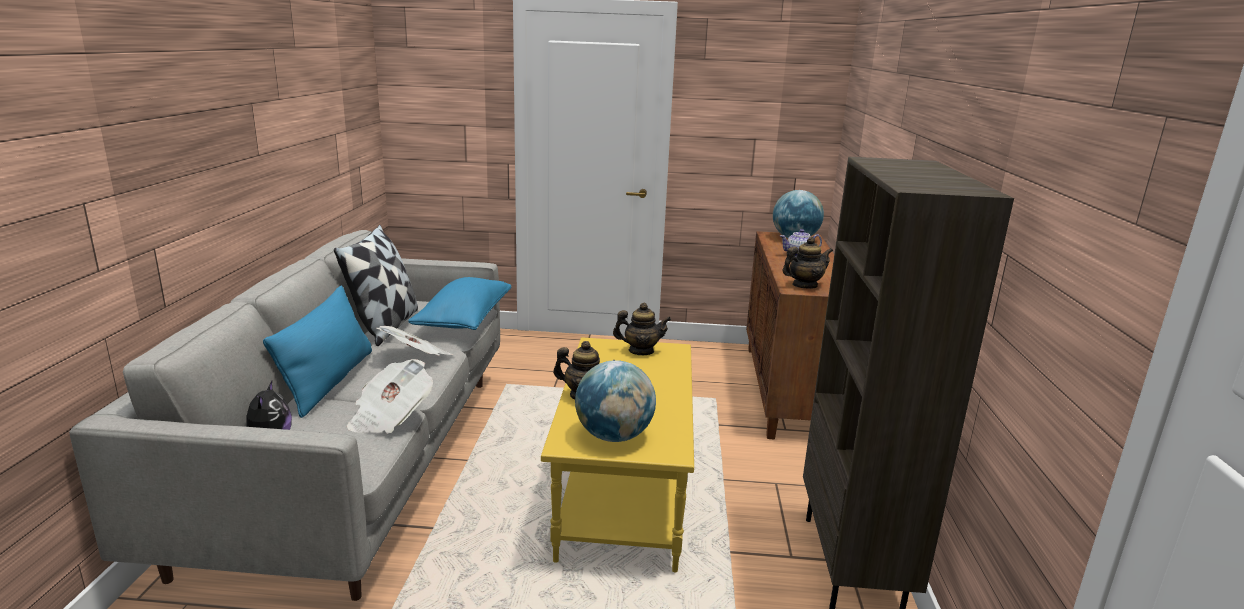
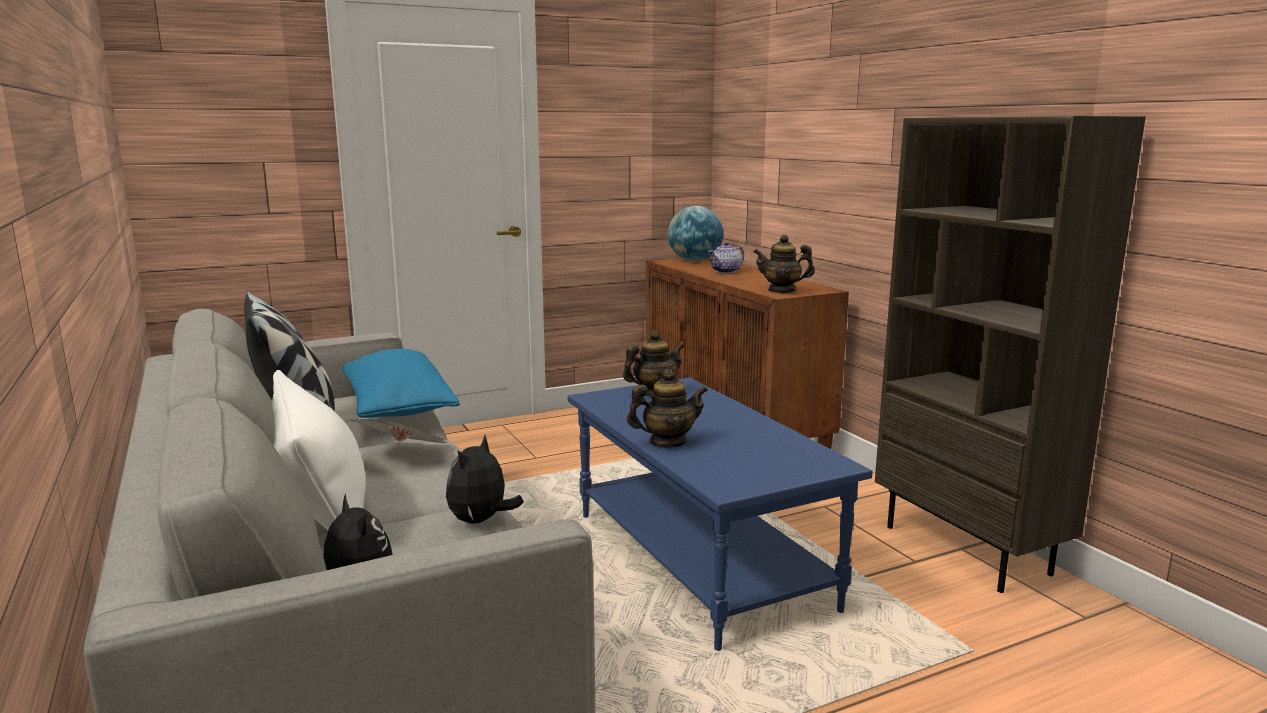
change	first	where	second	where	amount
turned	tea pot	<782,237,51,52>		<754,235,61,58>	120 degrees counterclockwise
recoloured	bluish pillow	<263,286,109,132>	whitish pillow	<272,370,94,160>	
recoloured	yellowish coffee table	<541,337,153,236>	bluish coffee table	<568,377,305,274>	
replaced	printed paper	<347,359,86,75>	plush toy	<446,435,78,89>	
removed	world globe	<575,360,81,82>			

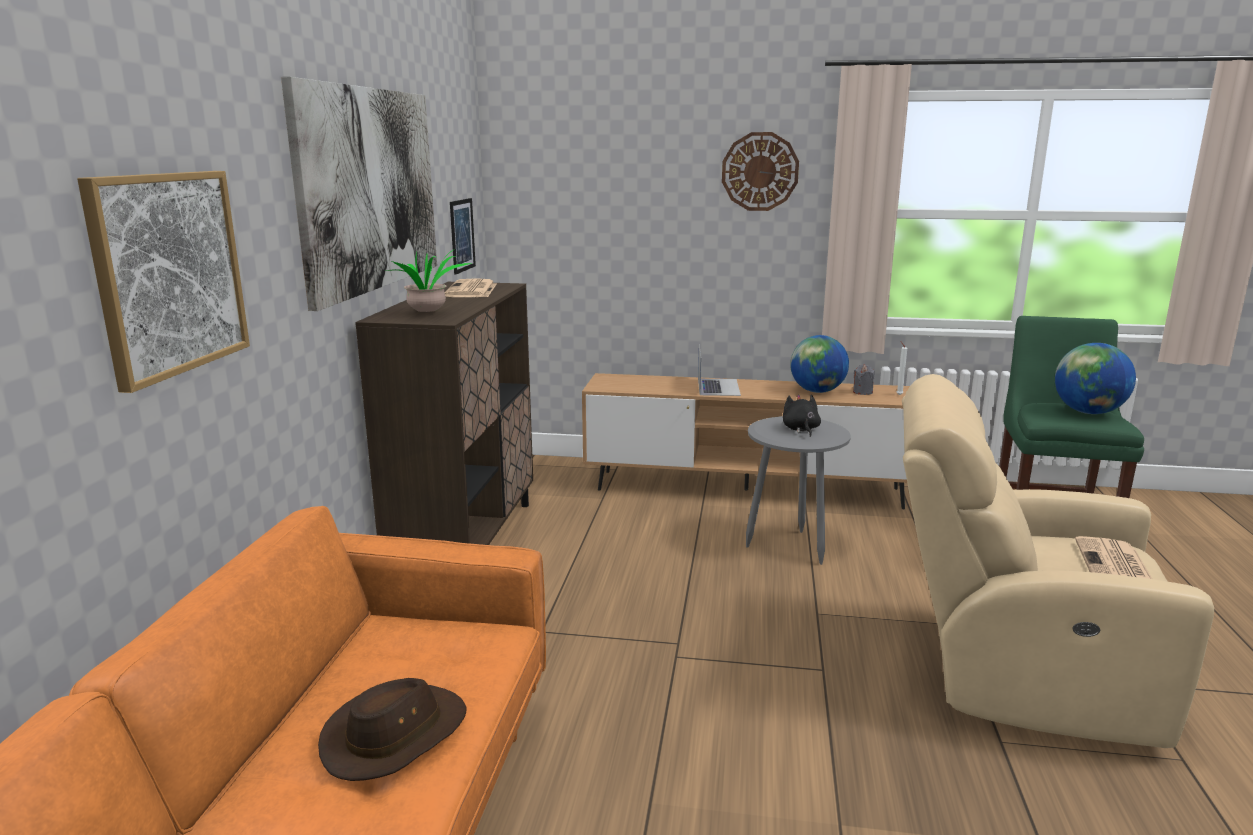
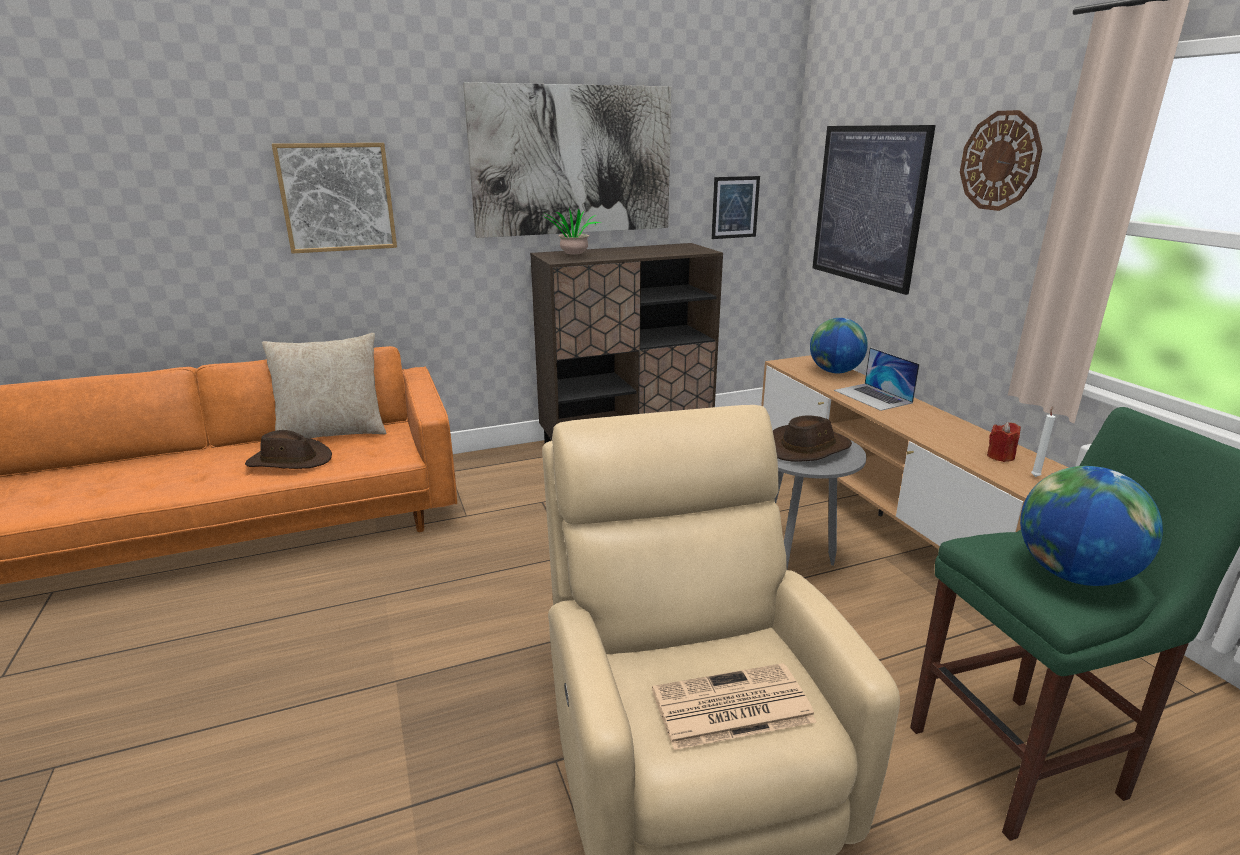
change	first	where	second	where	amount
removed	printed paper	<445,278,52,19>			
moved	world globe	<790,335,59,58>		<810,318,58,55>	
turned	laptop	<698,344,43,52>		<834,347,86,64>	90 degrees clockwise
recoloured	greyish wax light	<853,365,22,30>	red-coloured wax light	<987,422,34,40>	
replaced	black plush toy	<783,395,38,42>	brownish hat	<773,415,79,46>	
added			picture	<813,125,123,170>	
added			beige-coloured pillow	<262,333,124,105>	

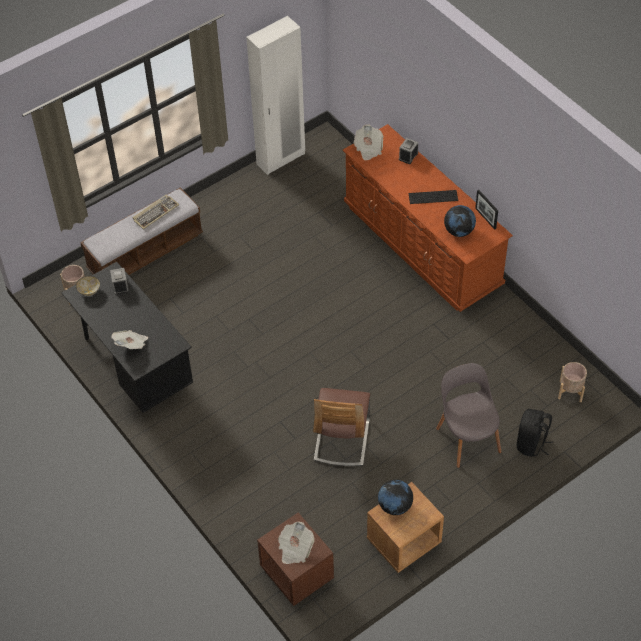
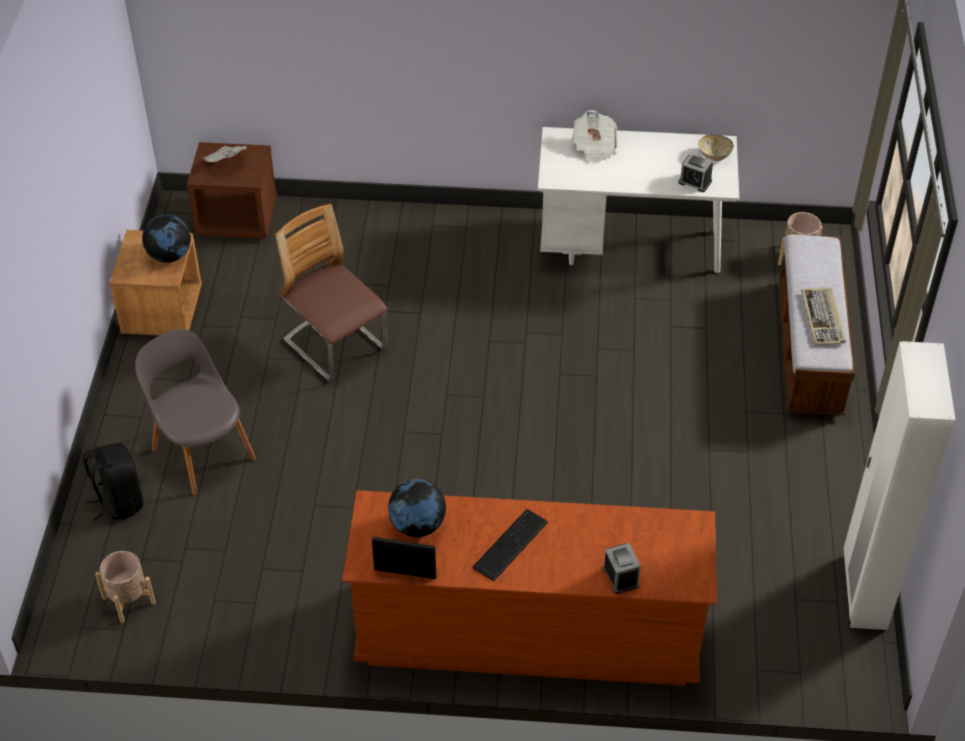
change	first	where	second	where	amount
removed	printed paper	<353,124,30,37>			
recoloured	black desk table	<61,262,132,151>	whitish desk table	<538,127,201,146>	
turned	greyish chair	<436,363,65,105>		<135,329,121,167>	150 degrees counterclockwise

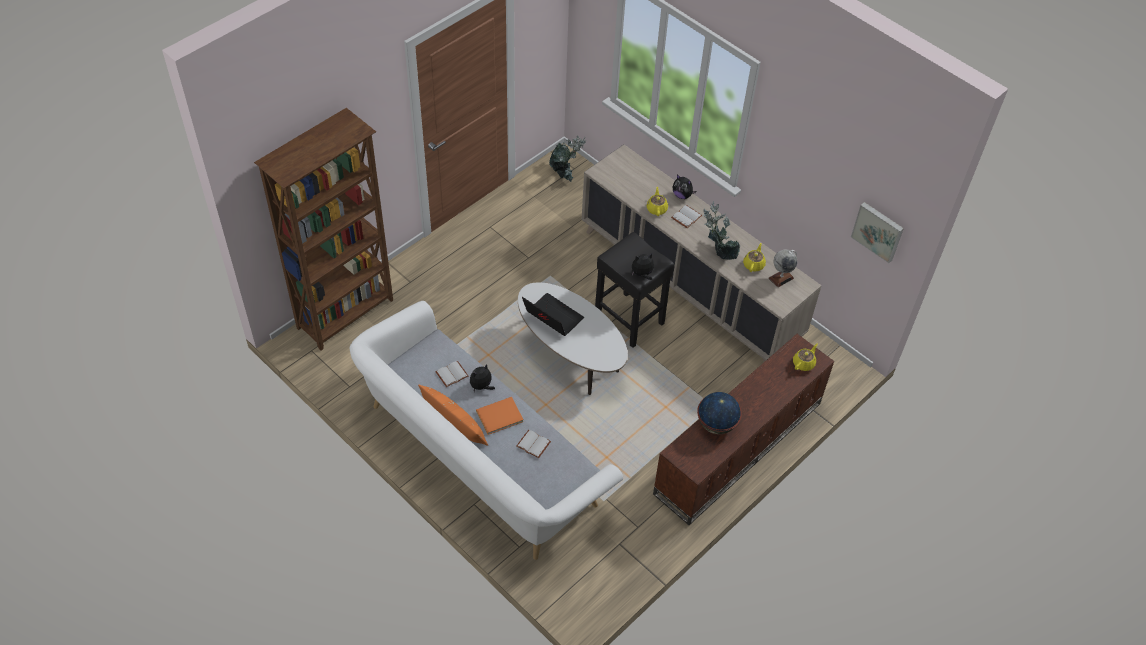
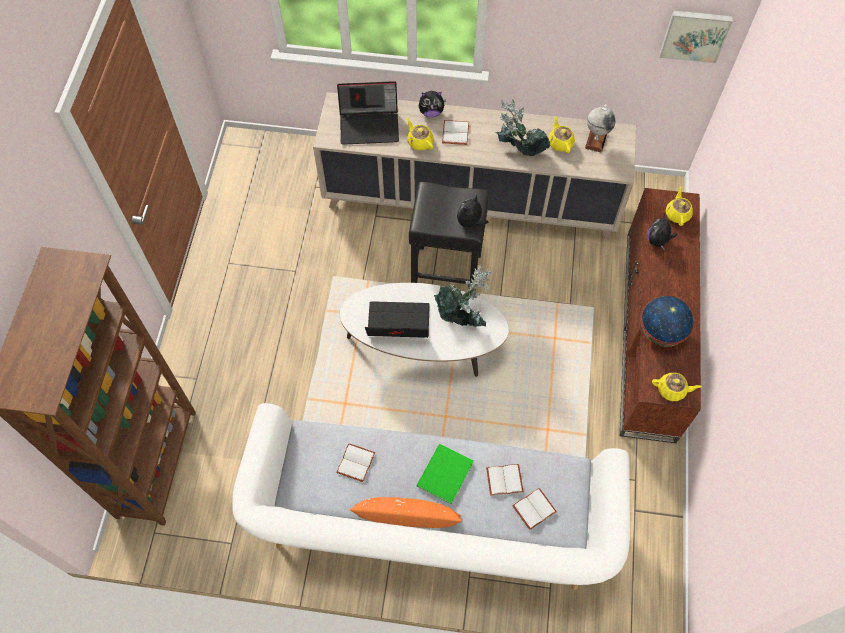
change	first	where	second	where	amount
moved	potted plant	<549,136,37,46>		<434,265,58,62>	
moved	plush toy	<470,364,25,29>		<647,214,30,36>	
recoloured	orange book	<476,397,48,38>	green book	<416,444,57,60>	
added			laptop	<337,81,62,64>	
added			yellowish tea pot	<652,373,50,28>	
added			whitish book	<512,488,45,42>	

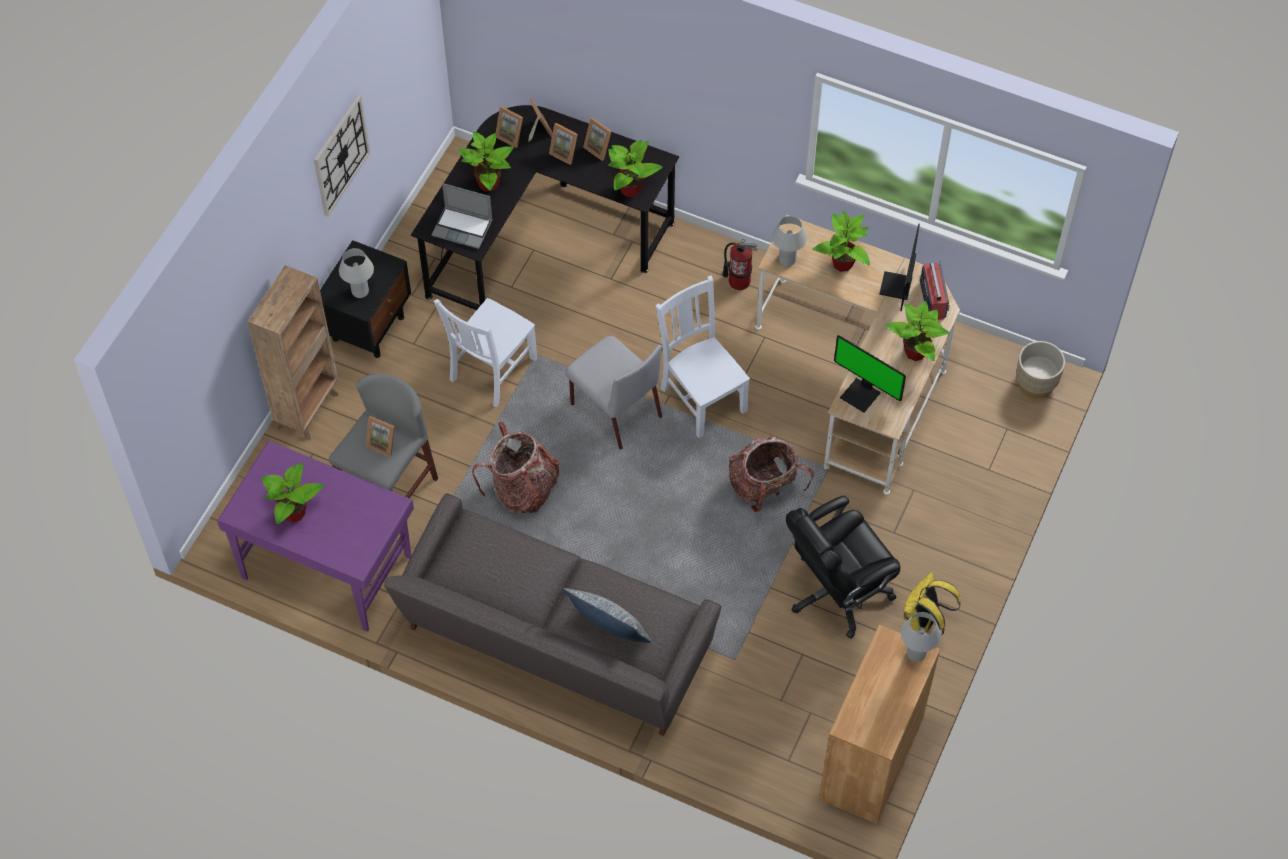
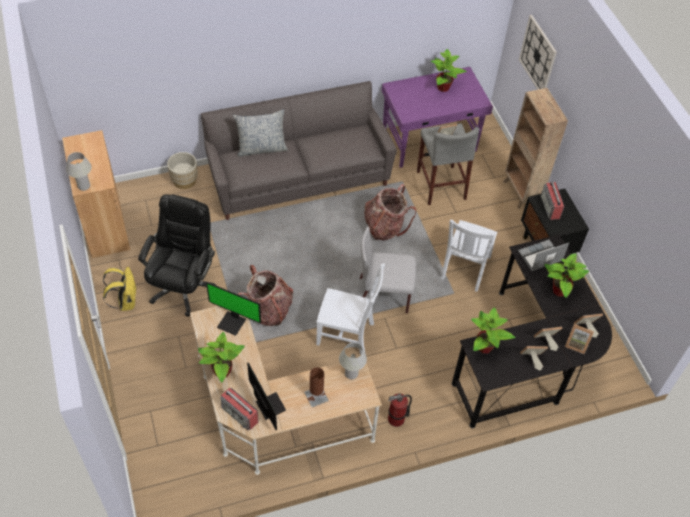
change	first	where	second	where	amount
moved	clock on the wall	<314,95,56,121>		<519,15,38,75>	
replaced	potted plant	<813,211,57,61>	brownish lamp for a table	<304,367,25,40>	
replaced	whitish lamp for a table	<339,248,35,50>	radio receiver	<541,182,24,38>	
turned	whitish chair	<434,298,103,109>		<440,220,57,72>	150 degrees counterclockwise
turned	monitor	<834,335,72,78>		<206,282,55,54>	150 degrees counterclockwise
moved	beige-coloured plant pot	<1016,341,49,57>		<167,152,31,37>	

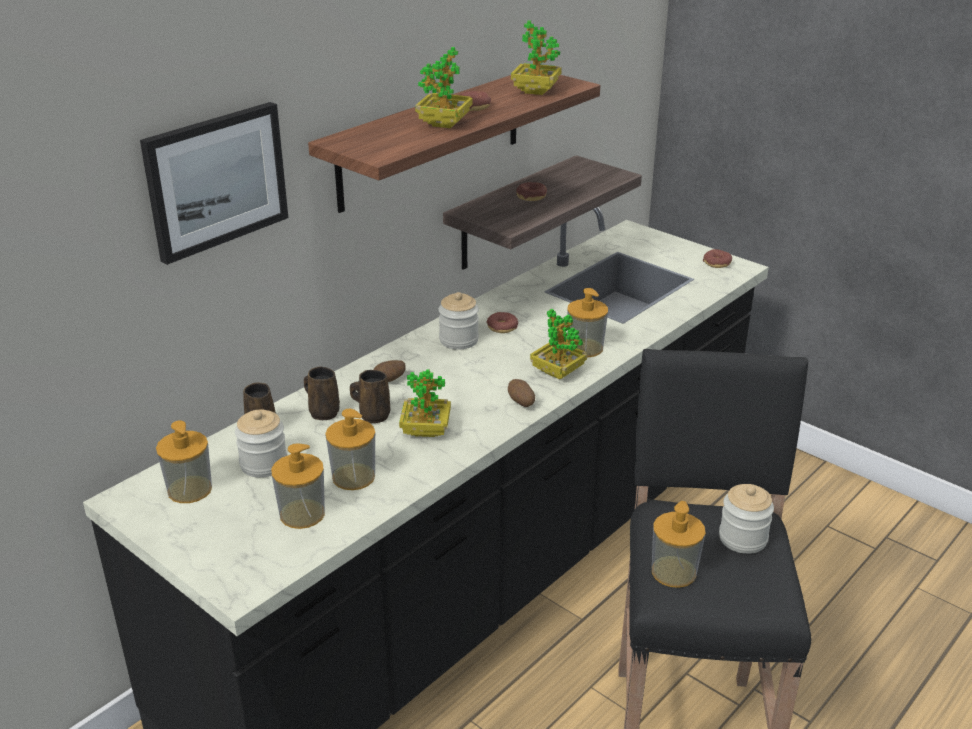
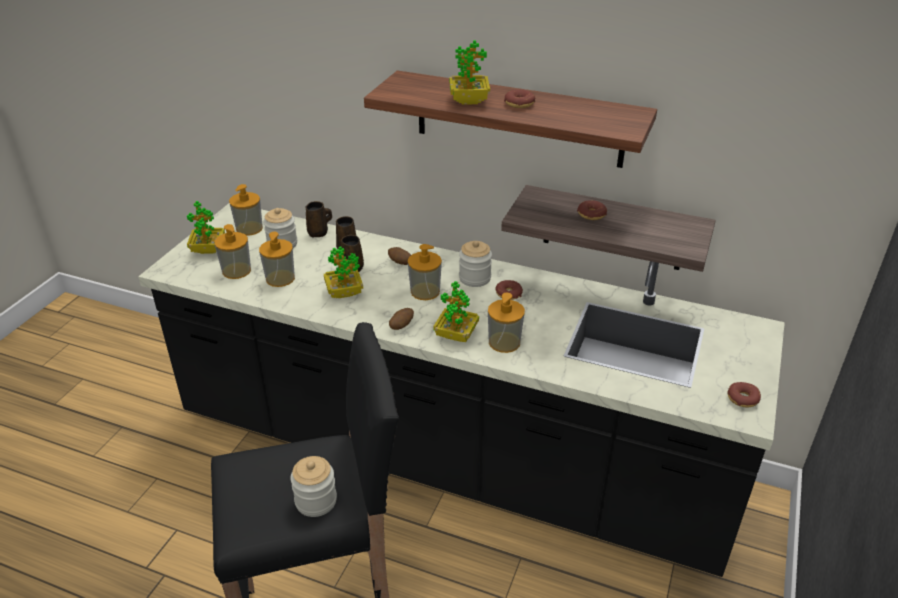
change	first	where	second	where	amount
moved	potted plant	<511,20,51,75>		<187,201,38,53>	
removed	picture	<140,102,148,163>			
moved	liquid soap bottle	<652,501,53,87>		<408,244,34,56>	

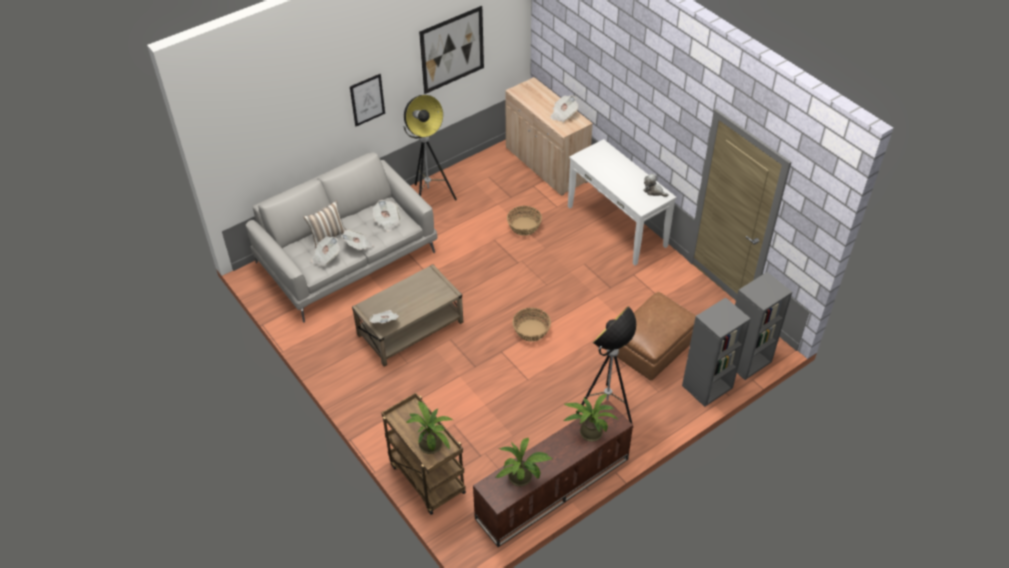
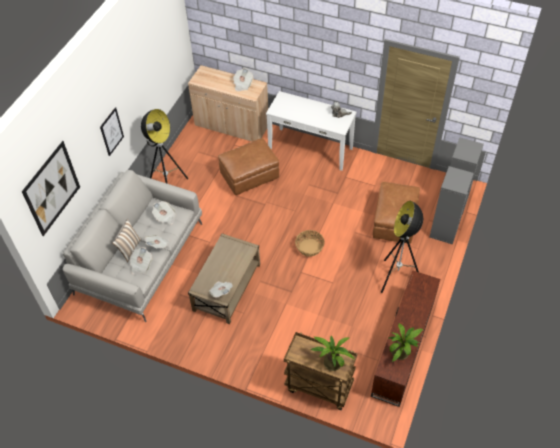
change	first	where	second	where	amount
moved	picture	<419,6,65,88>		<22,141,58,95>	
replaced	storage basket	<507,206,35,30>	brownish pouffe	<218,138,61,57>	
removed	potted plant	<563,394,56,48>			

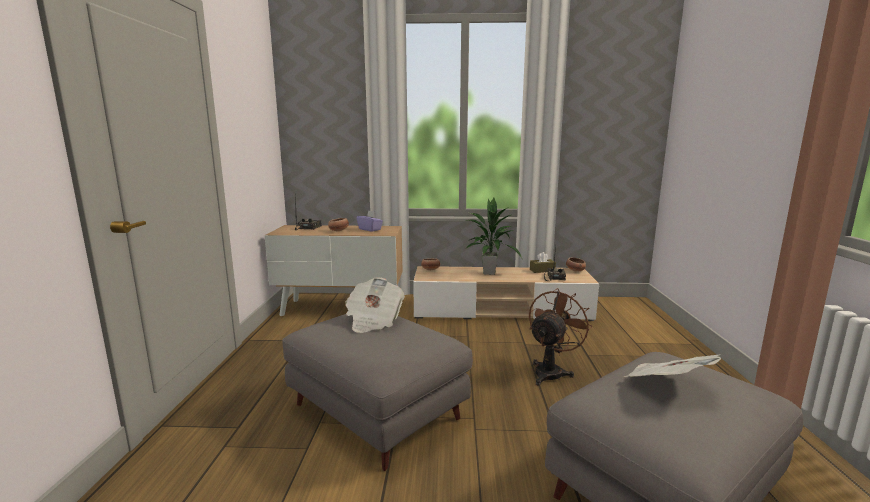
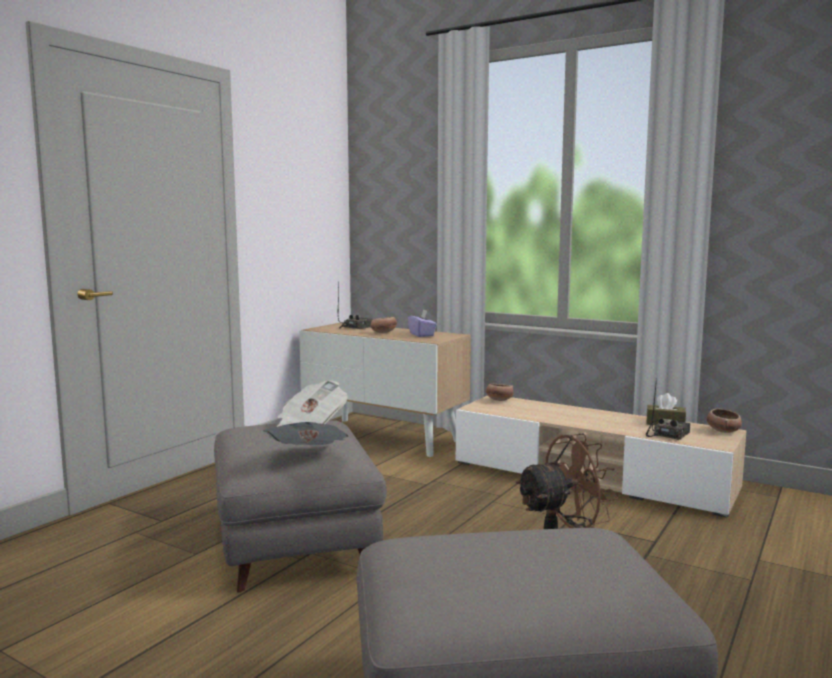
change	first	where	second	where	amount
removed	potted plant	<465,198,57,77>			
moved	printed paper	<624,355,97,22>		<263,422,85,23>	

